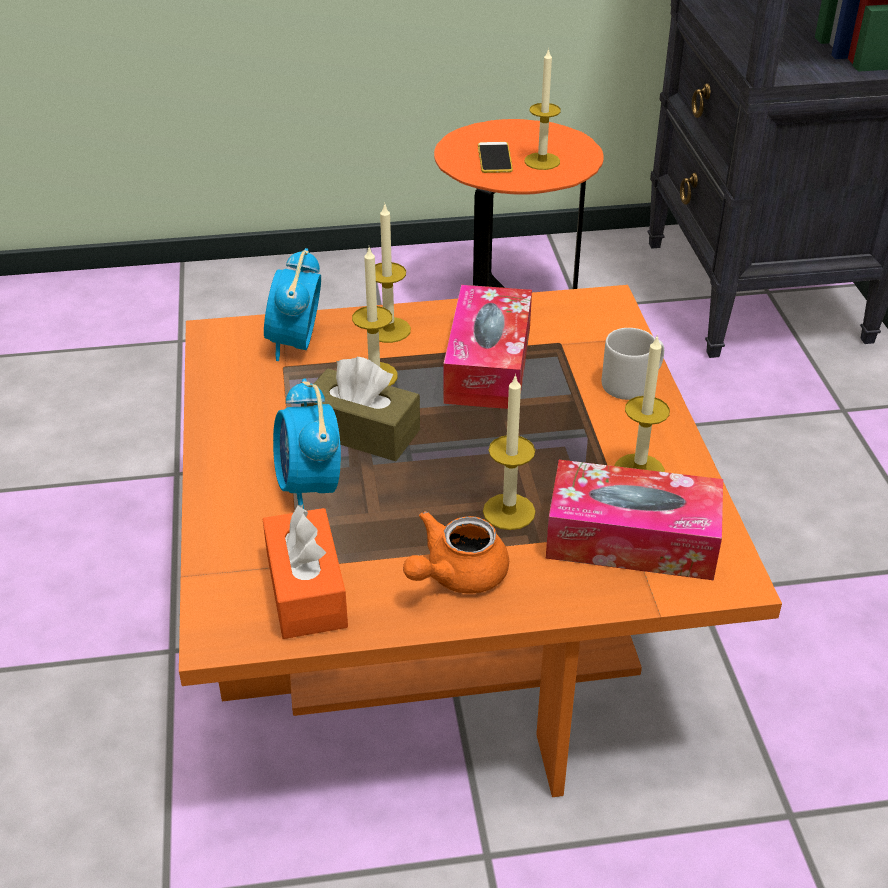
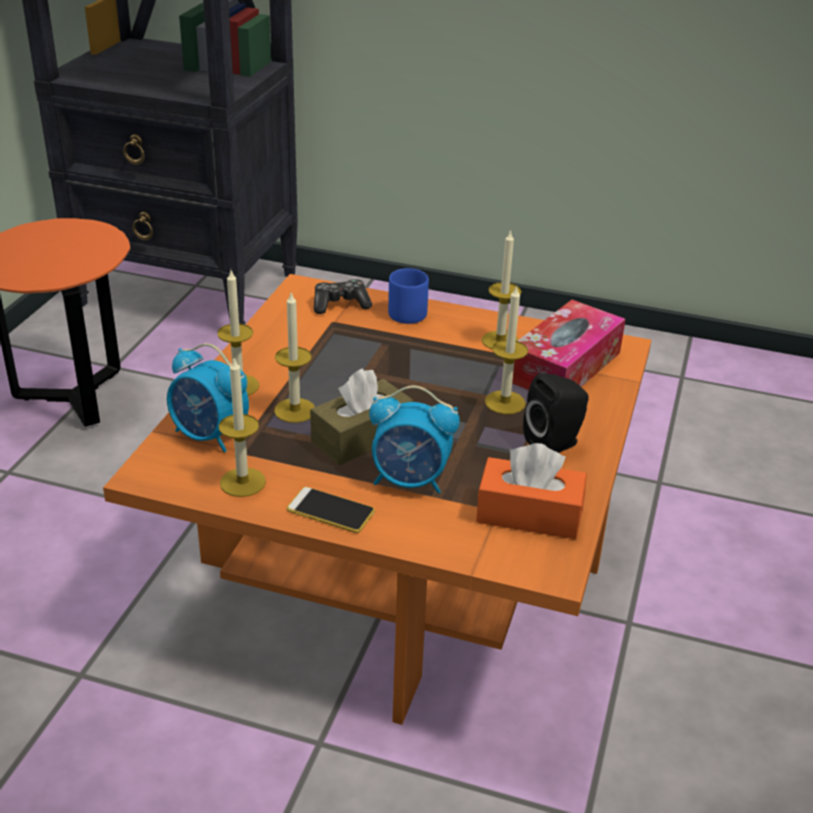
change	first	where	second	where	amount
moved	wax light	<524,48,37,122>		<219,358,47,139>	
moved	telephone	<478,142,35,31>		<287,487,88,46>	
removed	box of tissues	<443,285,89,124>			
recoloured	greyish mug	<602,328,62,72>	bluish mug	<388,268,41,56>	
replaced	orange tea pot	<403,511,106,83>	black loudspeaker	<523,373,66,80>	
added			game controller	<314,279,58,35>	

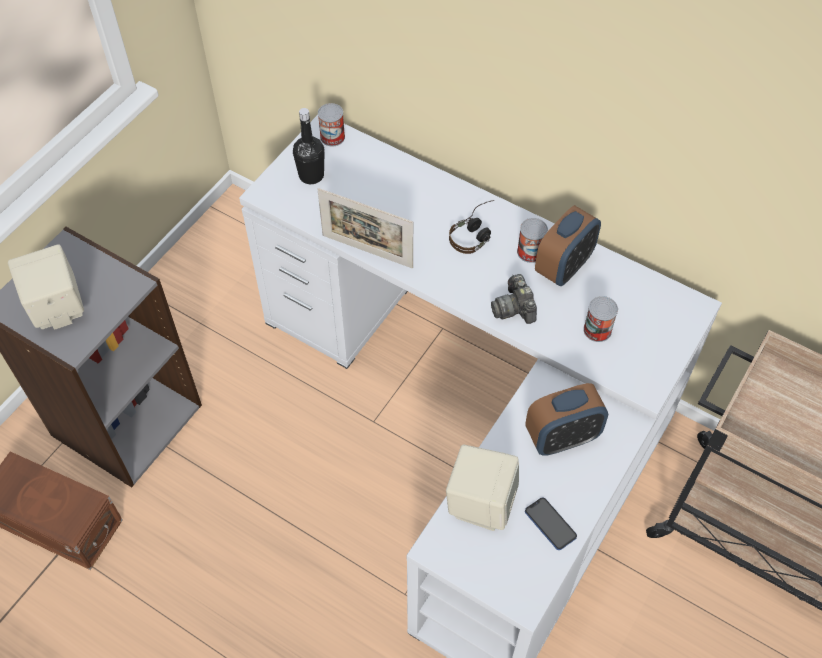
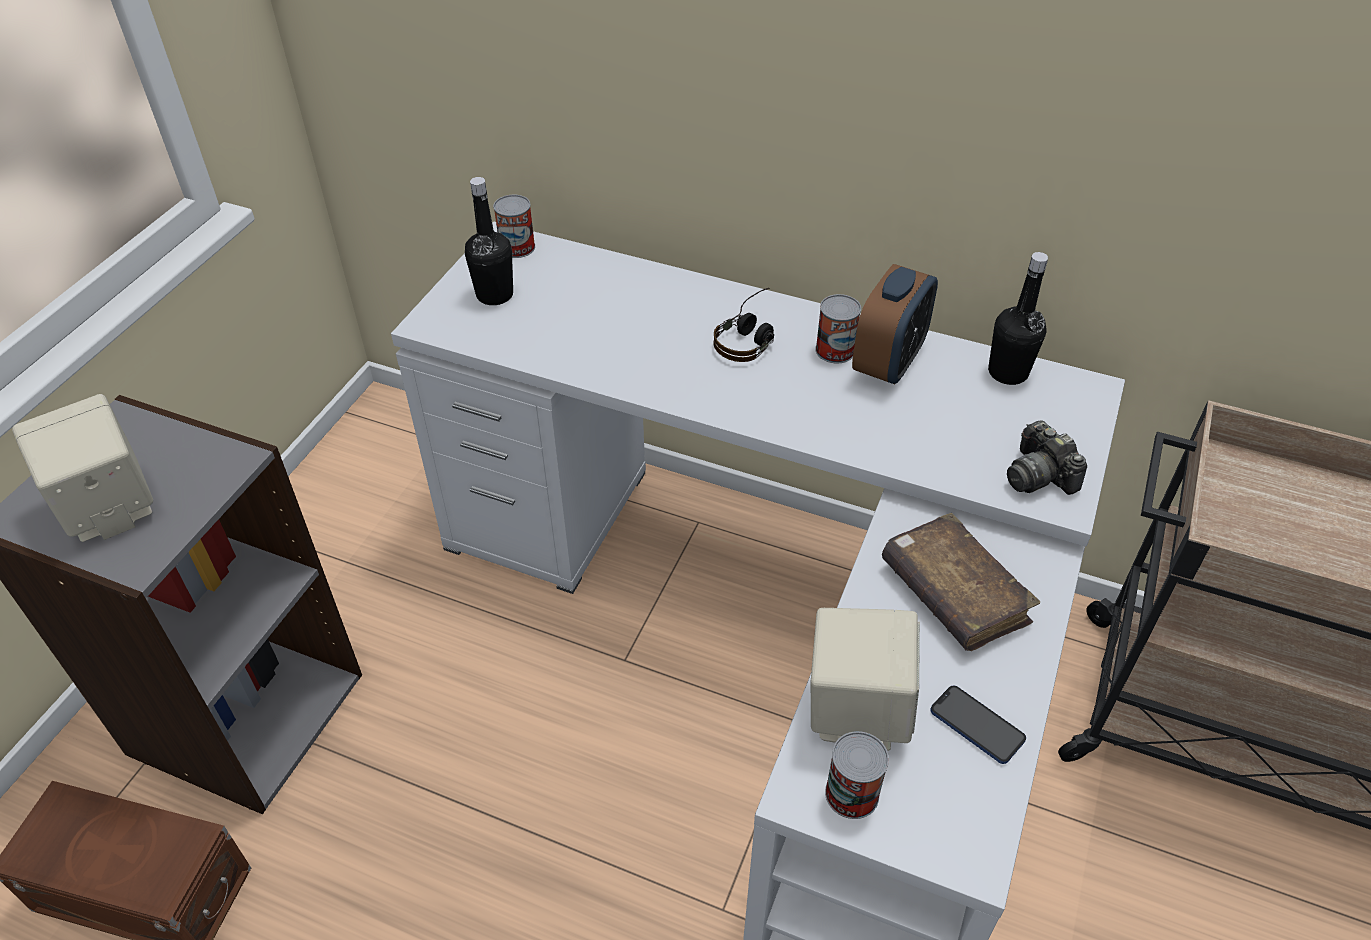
change	first	where	second	where	amount
removed	photo frame	<318,188,95,80>			
moved	photo camera	<491,274,46,50>		<1007,421,80,74>	
moved	sealed can	<583,296,35,46>		<825,731,64,88>	
replaced	alarm clock	<525,383,83,73>	brownish book	<882,513,158,138>	
added			black beverage bottle	<988,252,60,133>	

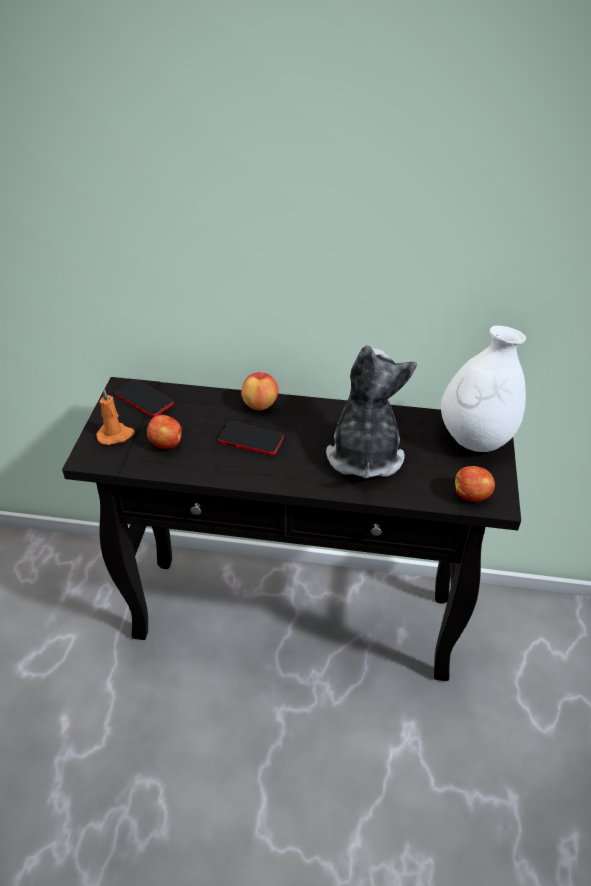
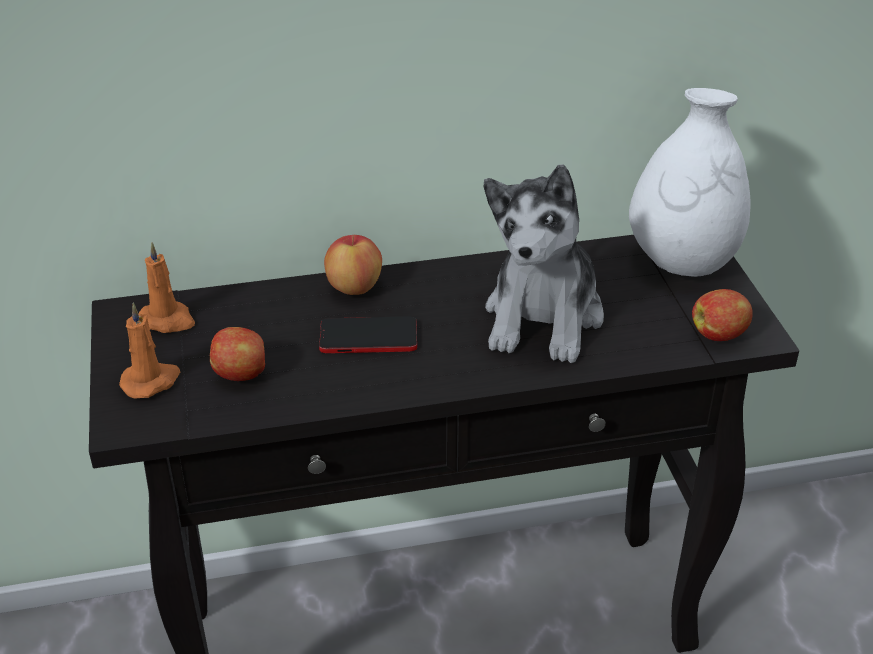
change	first	where	second	where	amount
turned	plush toy	<326,345,91,134>		<484,164,120,199>	150 degrees counterclockwise
replaced	telephone	<115,379,59,38>	orange wax light	<139,242,56,91>	

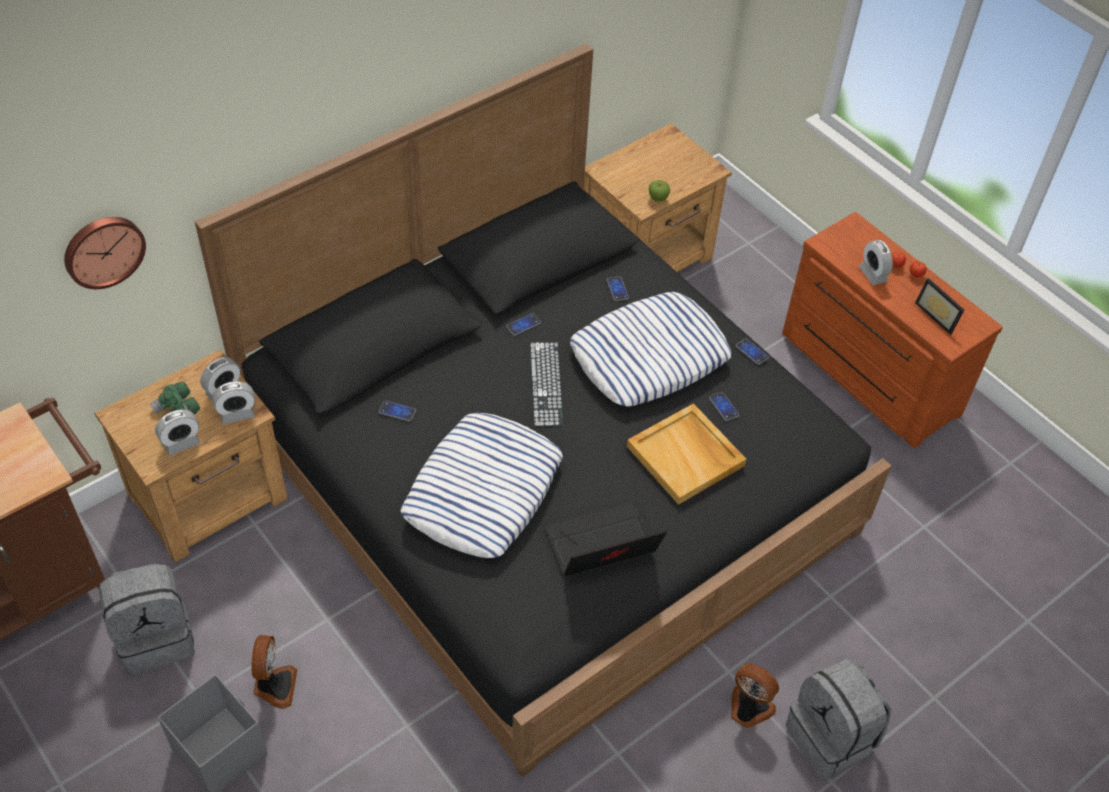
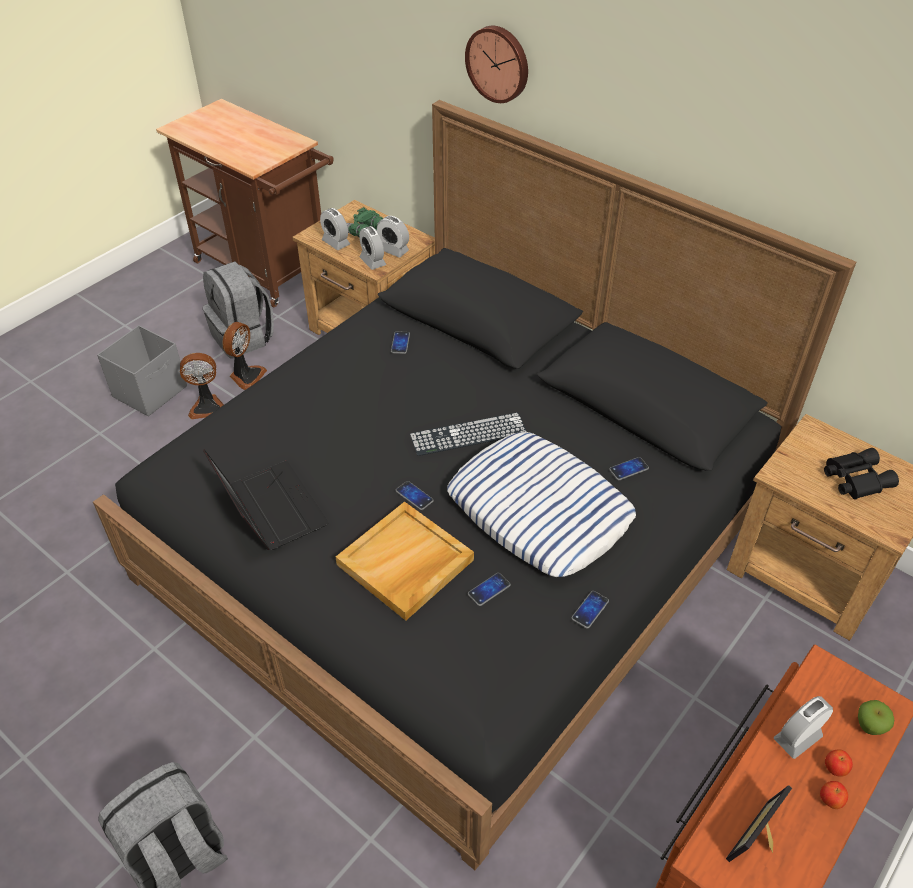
change	first	where	second	where	amount
moved	apple	<649,180,21,22>		<858,700,36,35>	
moved	clock on the wall	<64,217,82,72>		<465,26,63,77>	
moved	telephone	<506,313,35,23>		<395,481,39,29>	
removed	pillow	<401,413,162,145>			
moved	fan	<731,663,48,66>		<222,322,45,68>	
added			black pair of binoculars	<824,448,75,52>	

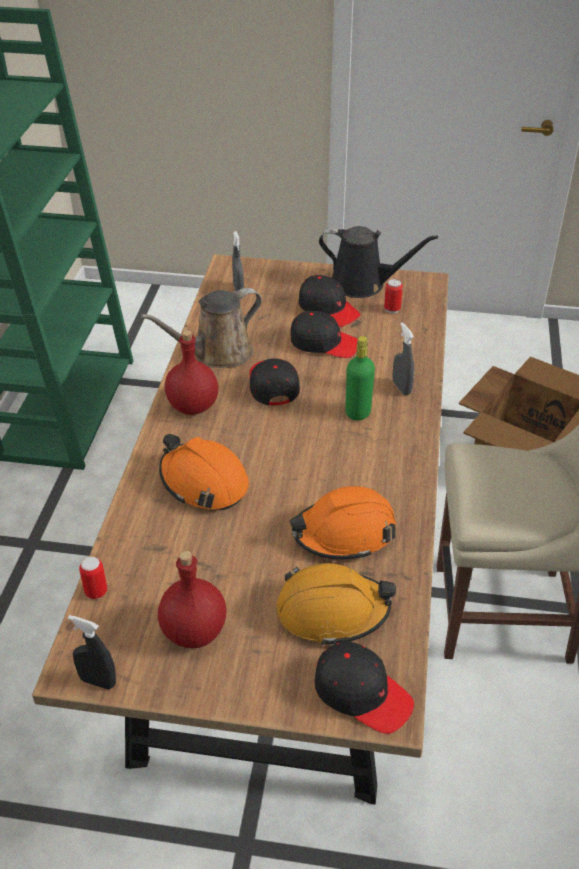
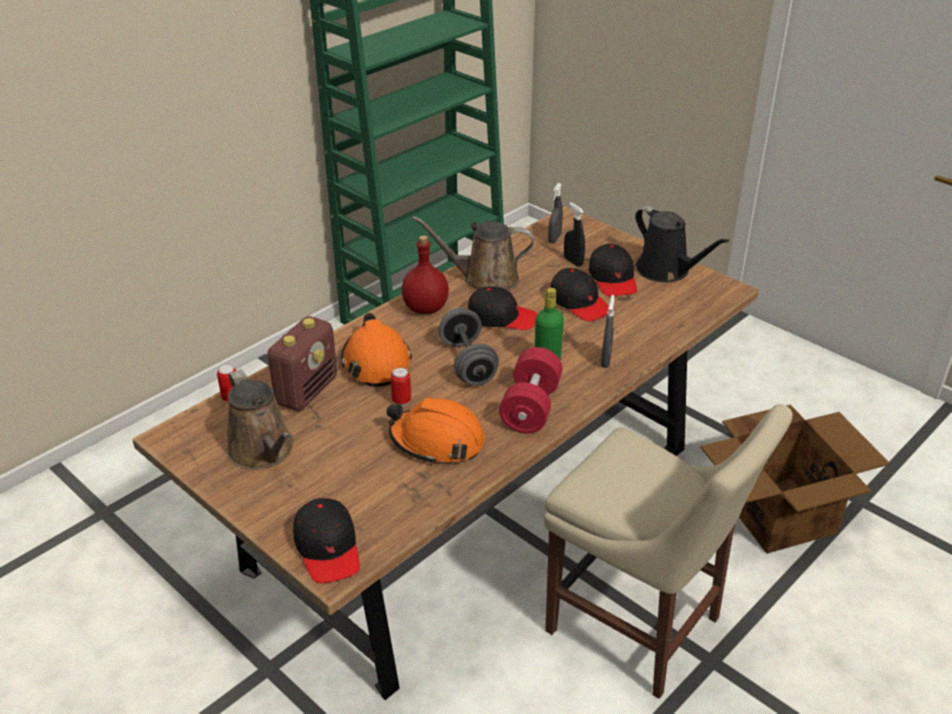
change	first	where	second	where	amount
moved	sealed can	<384,279,19,34>		<390,367,21,39>	
turned	black baseball cap	<249,358,51,47>		<468,286,69,44>	75 degrees clockwise
replaced	red-coloured beverage bottle	<158,551,68,97>	brownish watering pot	<226,369,67,101>	
removed	orange work helmet	<276,563,120,83>			
moved	black spray bottle	<68,615,48,75>		<564,202,21,65>	
added			greyish hand weight	<439,308,60,77>	
added			radio receiver	<267,316,70,95>	
added			red-coloured hand weight	<499,347,64,86>	

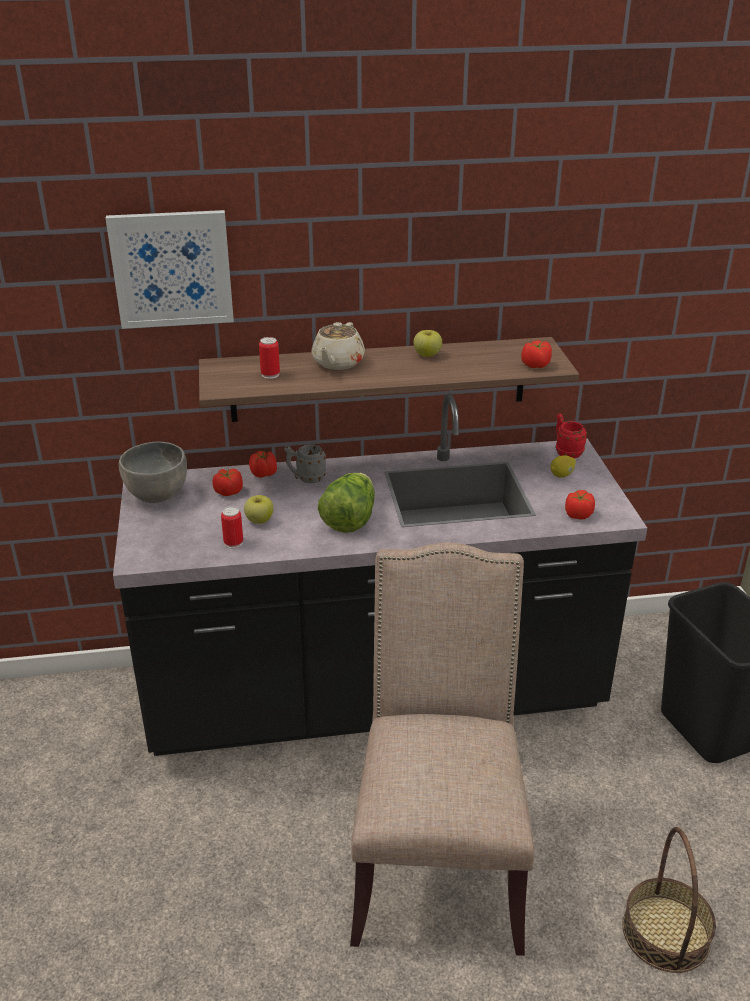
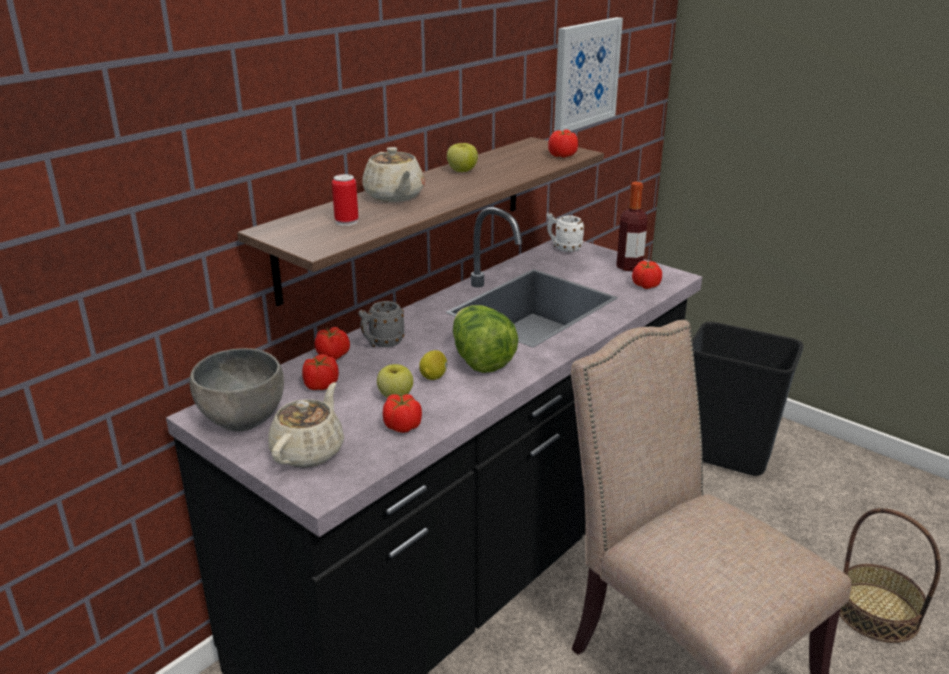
change	first	where	second	where	amount
moved	picture	<106,210,128,119>		<554,17,69,115>	
recoloured	red-coloured mug	<555,413,32,46>	whitish mug	<546,213,39,39>	
moved	citrus fruit	<551,455,25,23>		<419,350,28,30>	
replaced	sealed can	<221,506,22,42>	fresh tomato	<383,394,39,39>	
added			beverage bottle	<616,182,31,89>	
added			beige-coloured tea pot	<268,382,76,86>	

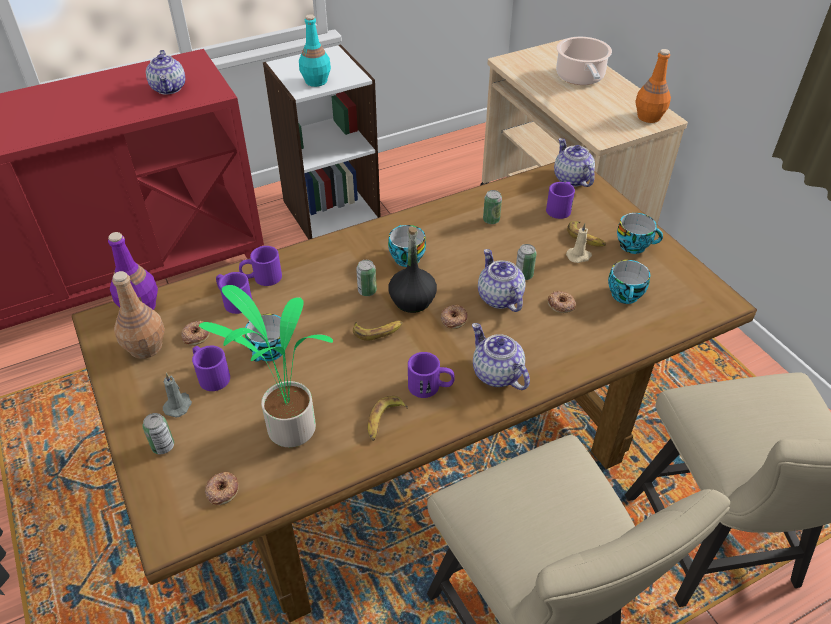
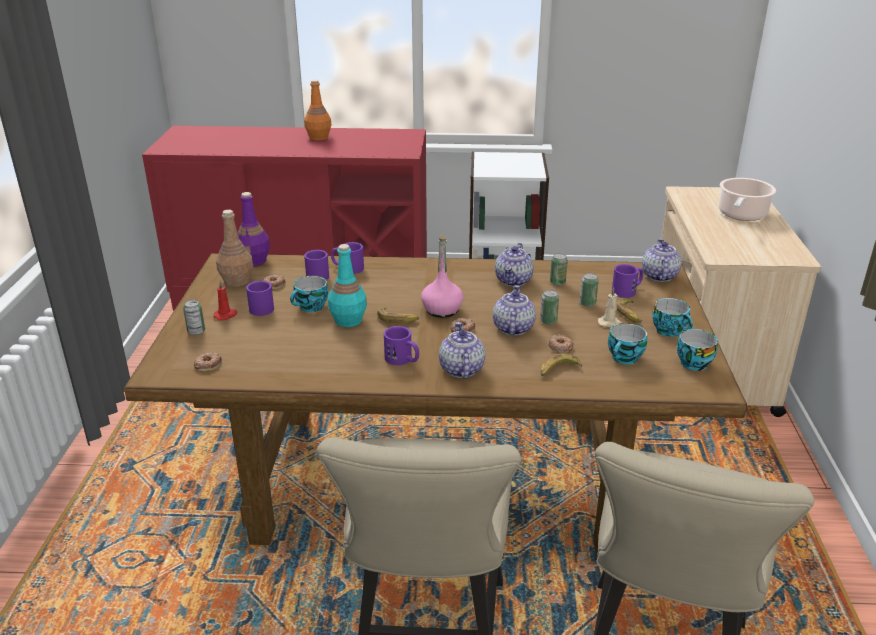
change	first	where	second	where	amount
moved	blue-green beverage bottle	<299,14,32,73>		<328,244,39,83>	
moved	orange beverage bottle	<635,49,36,74>		<304,80,27,61>	
moved	tea pot	<146,50,39,44>		<495,243,39,44>	
moved	small cup	<388,225,38,42>		<677,329,41,42>	
recoloured	black beverage bottle	<388,227,49,86>	pink beverage bottle	<421,236,42,82>	
moved	sealed can	<356,260,21,36>		<580,273,19,34>	
removed	potted plant	<199,285,134,162>			
recoloured	greyish wax light	<163,373,29,44>	red-coloured wax light	<214,280,24,41>	
moved	banana fruit	<368,396,40,45>		<540,353,42,23>	

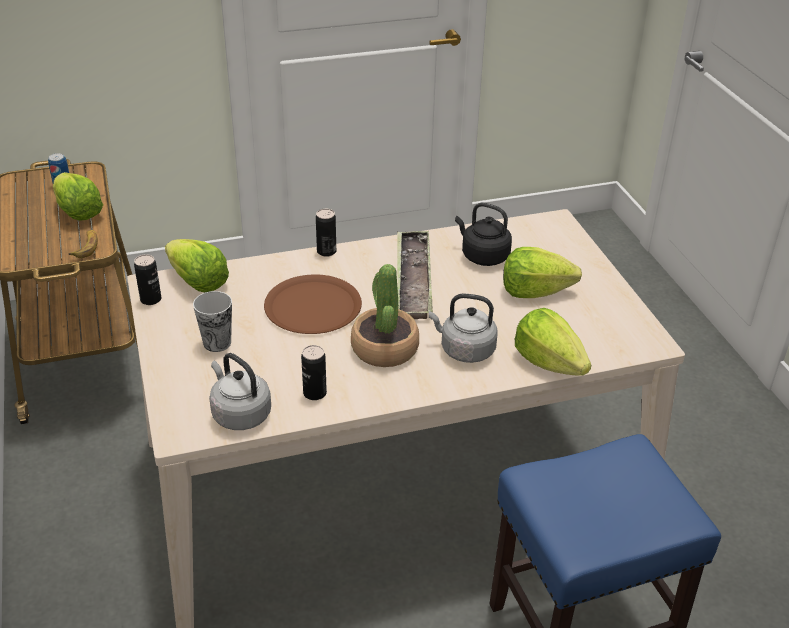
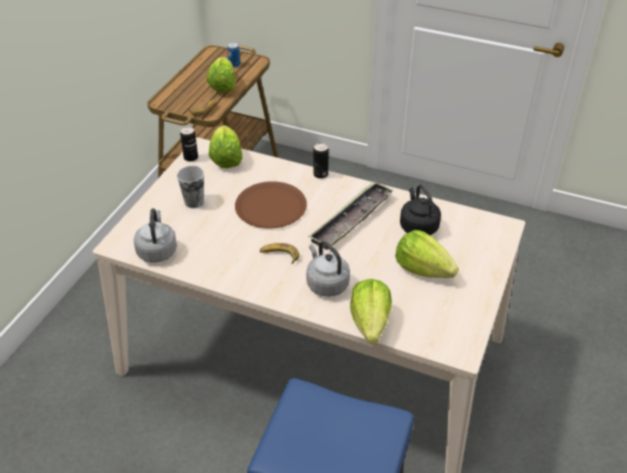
change	first	where	second	where	amount
replaced	potted plant	<351,264,68,103>	banana fruit	<260,243,39,21>	
removed	sealed can	<301,345,26,55>			

